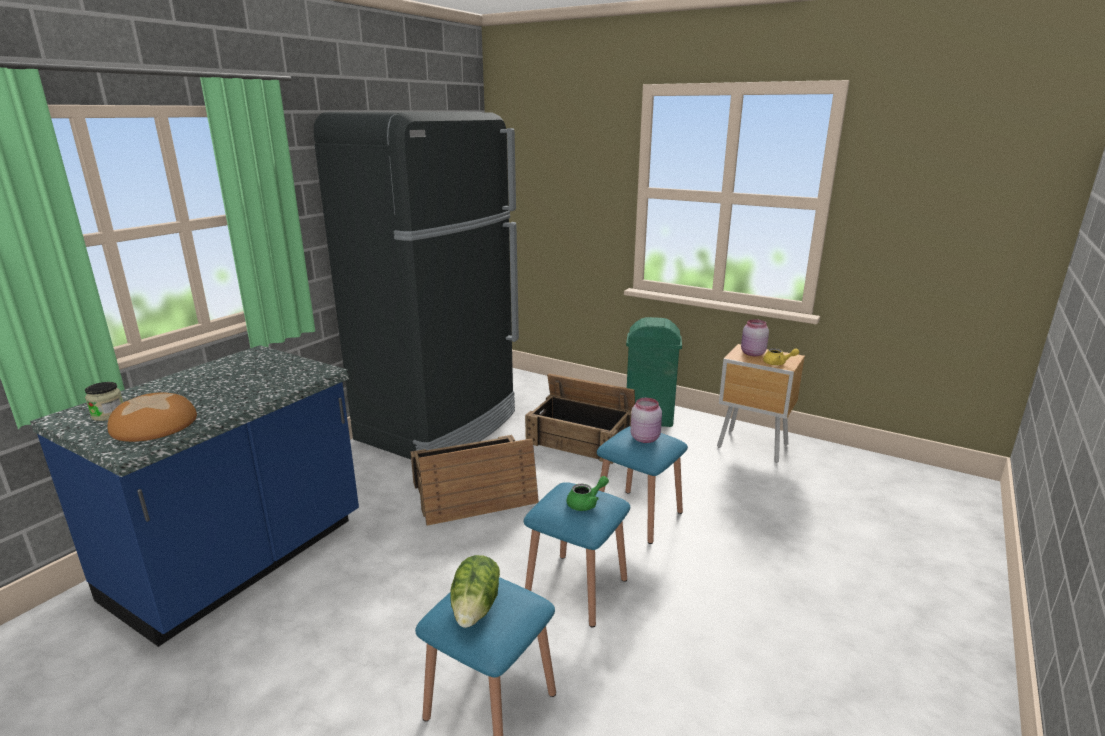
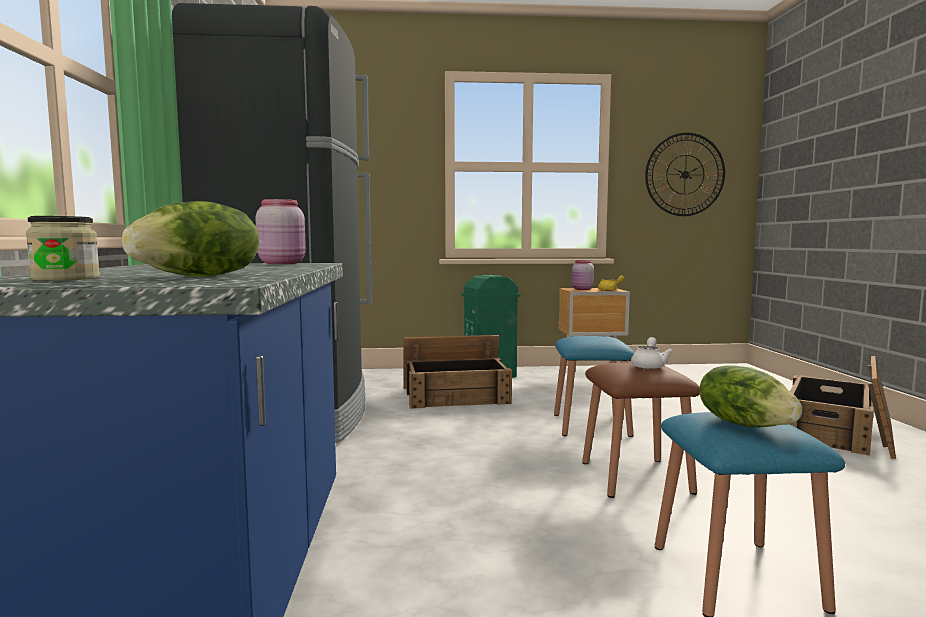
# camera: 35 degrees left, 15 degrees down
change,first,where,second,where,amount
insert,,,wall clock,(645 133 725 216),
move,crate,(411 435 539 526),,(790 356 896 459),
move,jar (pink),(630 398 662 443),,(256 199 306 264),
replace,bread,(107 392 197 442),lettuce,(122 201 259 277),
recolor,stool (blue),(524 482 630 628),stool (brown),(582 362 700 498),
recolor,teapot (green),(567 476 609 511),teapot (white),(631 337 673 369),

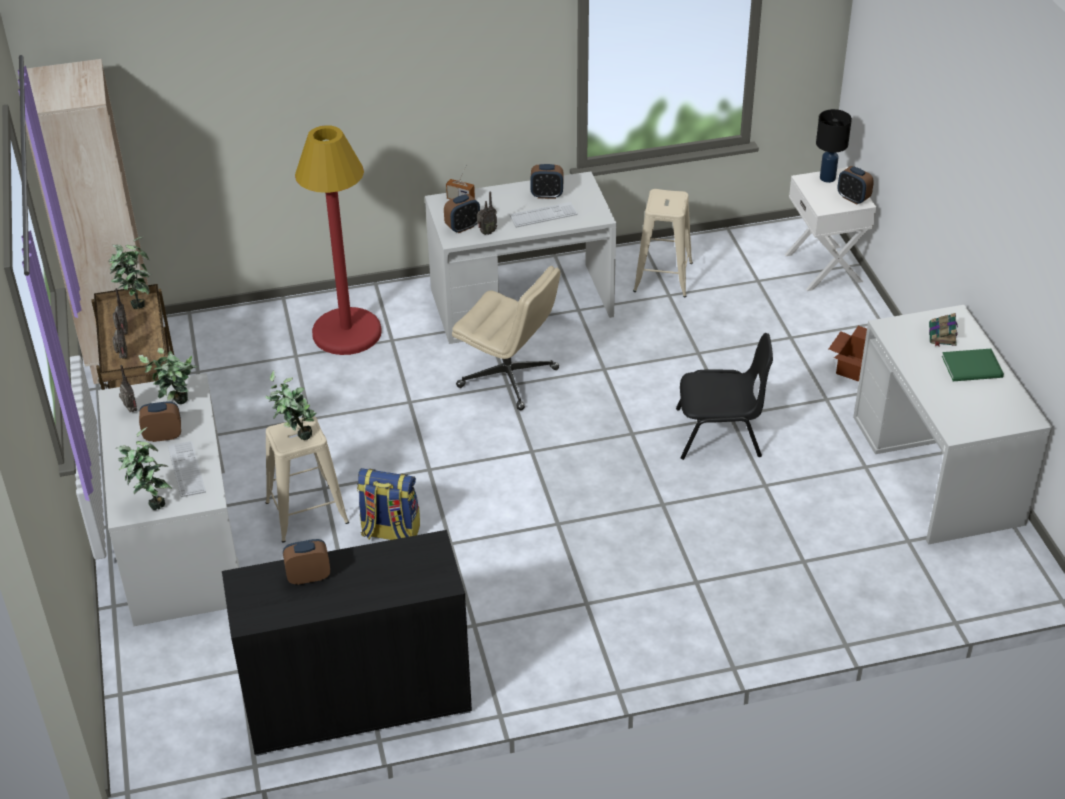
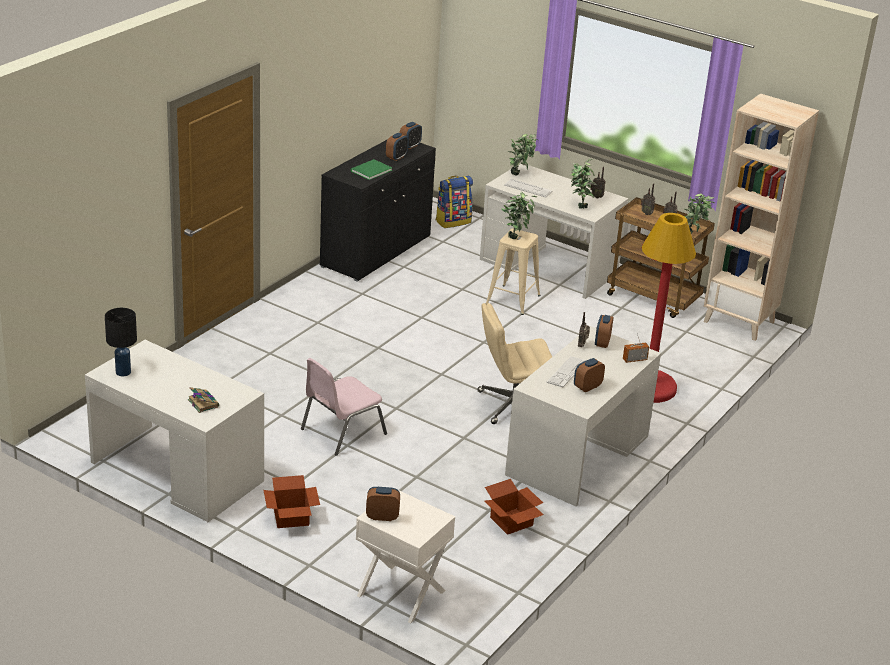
# camera: 135 degrees right, 10 degrees down
change,first,where,second,where,amount
move,alarm clock,(139 402 181 442),,(400 122 422 149),
move,backpack,(357 468 420 540),,(436 176 473 228),
move,table lamp (black),(816 109 852 183),,(105 308 137 376),
move,book (green),(942 349 1004 381),,(351 159 392 180),
replace,stool (beige),(633 189 693 297),cardboard box,(484 479 544 535),
recolor,chair (black),(676 333 773 460),chair (pink),(301 358 387 456),

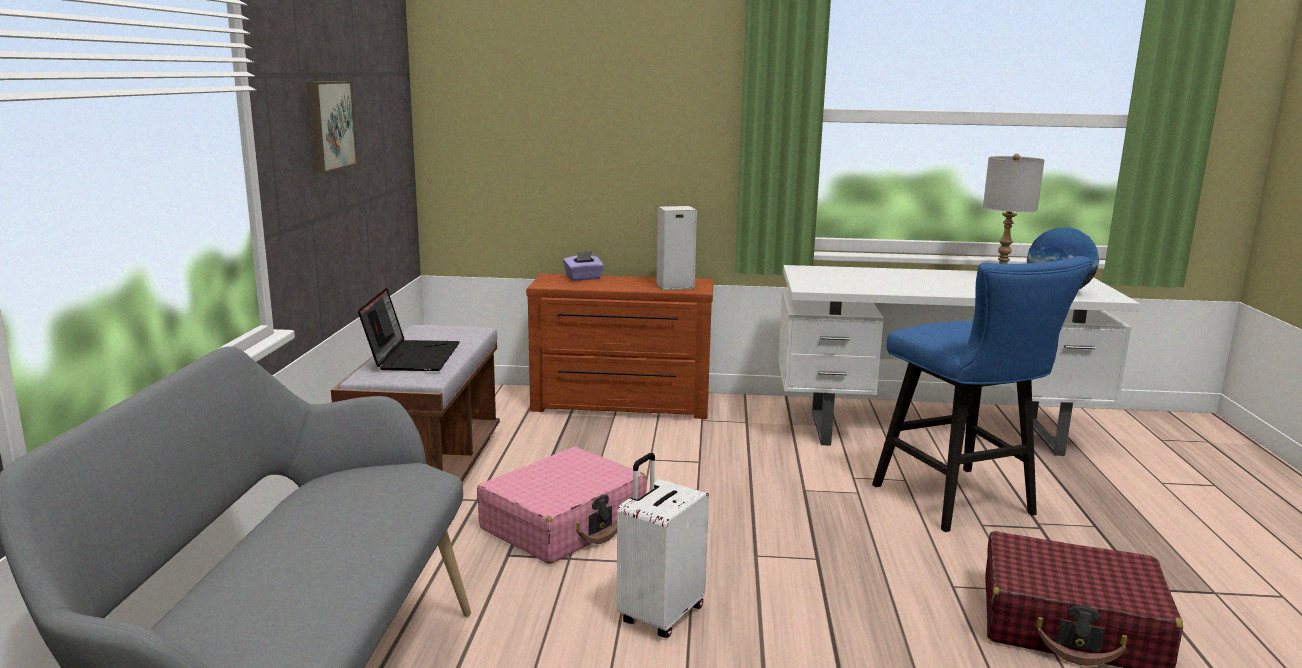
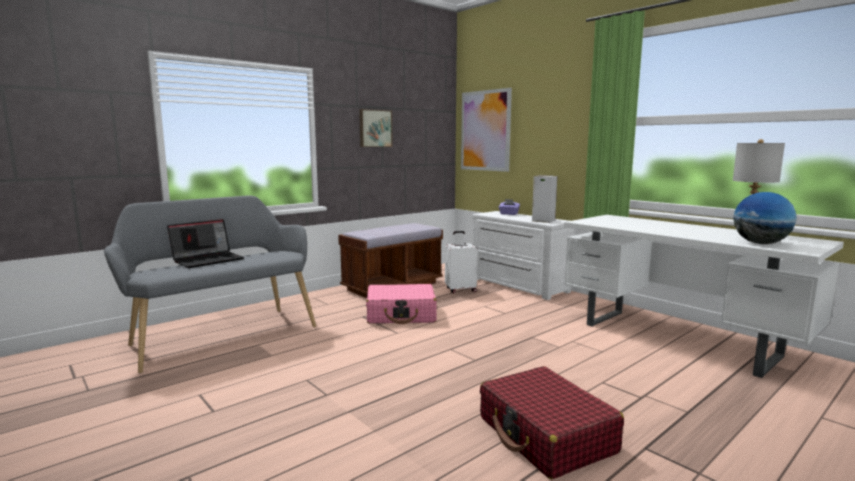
# camera: 45 degrees right, 5 degrees down
change,first,where,second,where,amount
delete,stool (blue),(872 256 1092 532),,,
insert,,,picture,(461 88 512 172),
move,laptop,(358 288 460 371),,(167 219 244 268),
move,suitcase (white),(617 453 709 638),,(445 231 478 293),
recolor,dresser (brown),(526 274 714 419),dresser (white),(472 211 574 300),

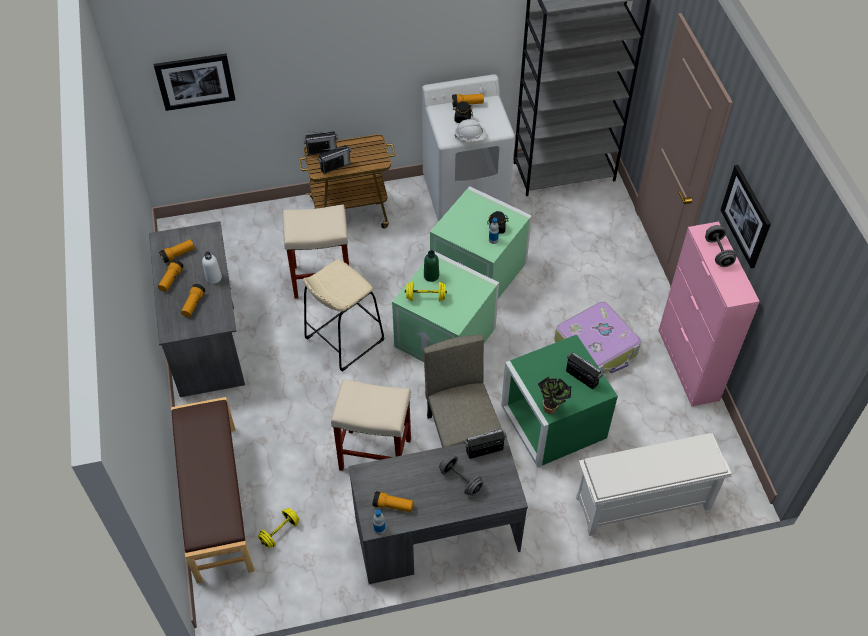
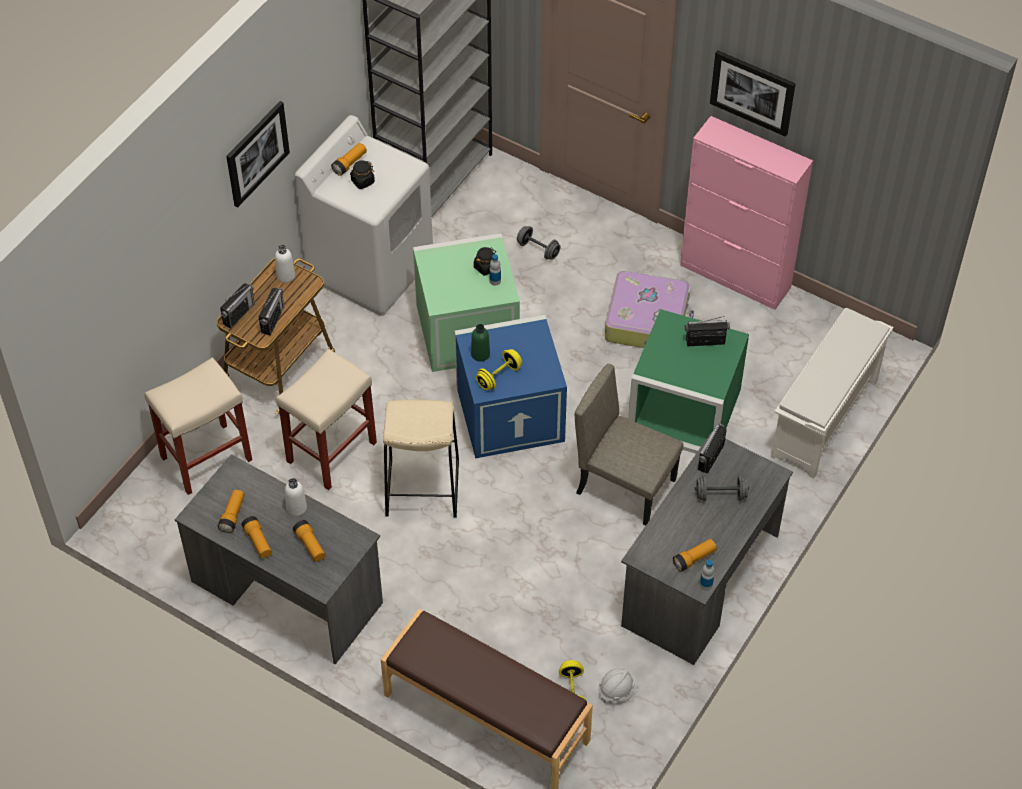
# camera: 45 degrees left, 0 degrees up
change,first,where,second,where,amount
delete,potted plant,(538 376 571 414),,,
insert,,,bottle (white),(275 245 295 283),
move,picture,(154 54 235 111),,(226 101 290 207),
move,stool (beige),(331 379 411 471),,(144 357 252 495),
move,hard hat (white),(454 119 486 141),,(598 668 639 703),
move,dumbbell (grey),(705 225 737 267),,(517 226 560 260),
recolor,storage box (green),(392 251 499 362),storage box (blue),(454 315 567 458),

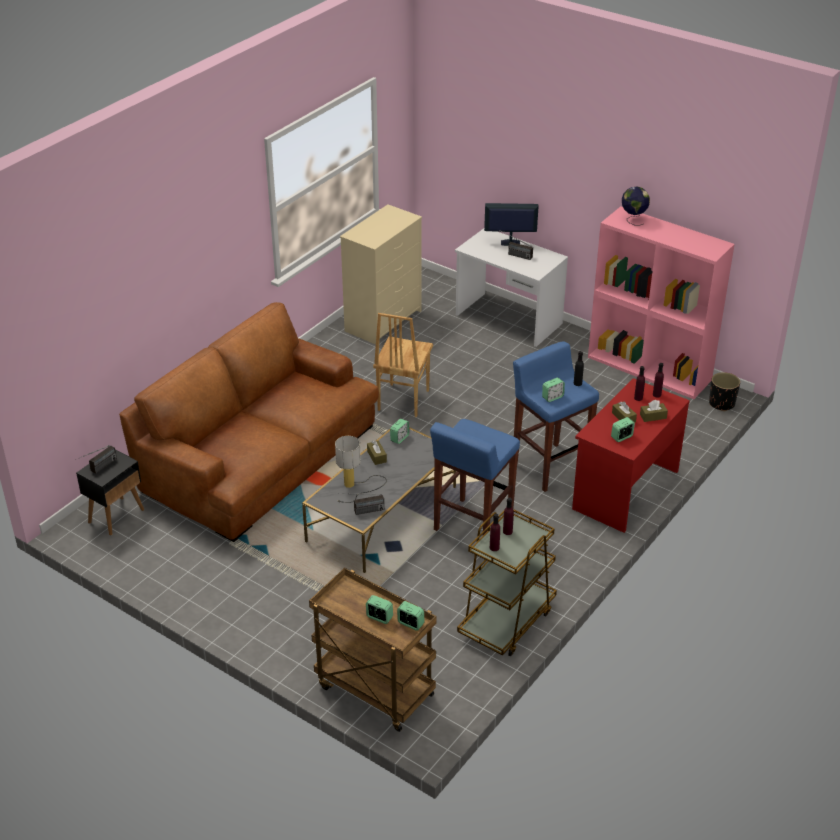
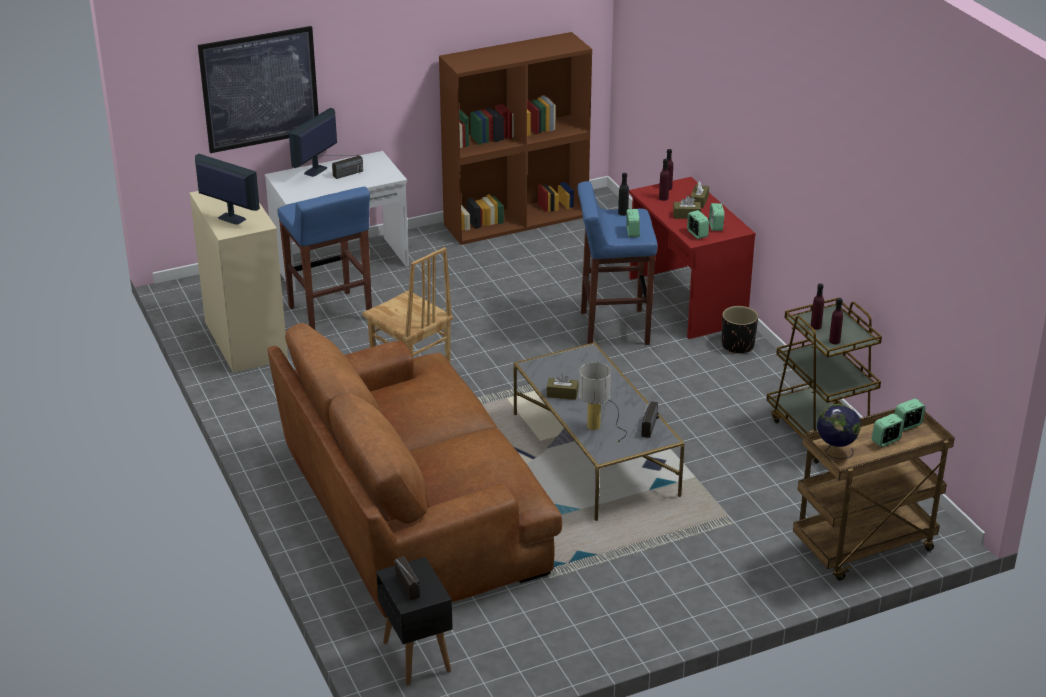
# camera: 60 degrees left, 5 degrees down
change,first,where,second,where,amount
insert,,,monitor,(195 153 260 225),
insert,,,picture,(198 26 319 153),
move,alarm clock,(390 419 409 444),,(687 210 709 239),
move,stool (blue),(430 419 520 535),,(278 187 372 330),
move,globe,(622 186 650 225),,(817 404 861 459),
move,planter (black),(709 372 740 411),,(722 306 758 354),
recolor,bookcase (pink),(588 206 735 399),bookcase (brown),(439 32 592 245),

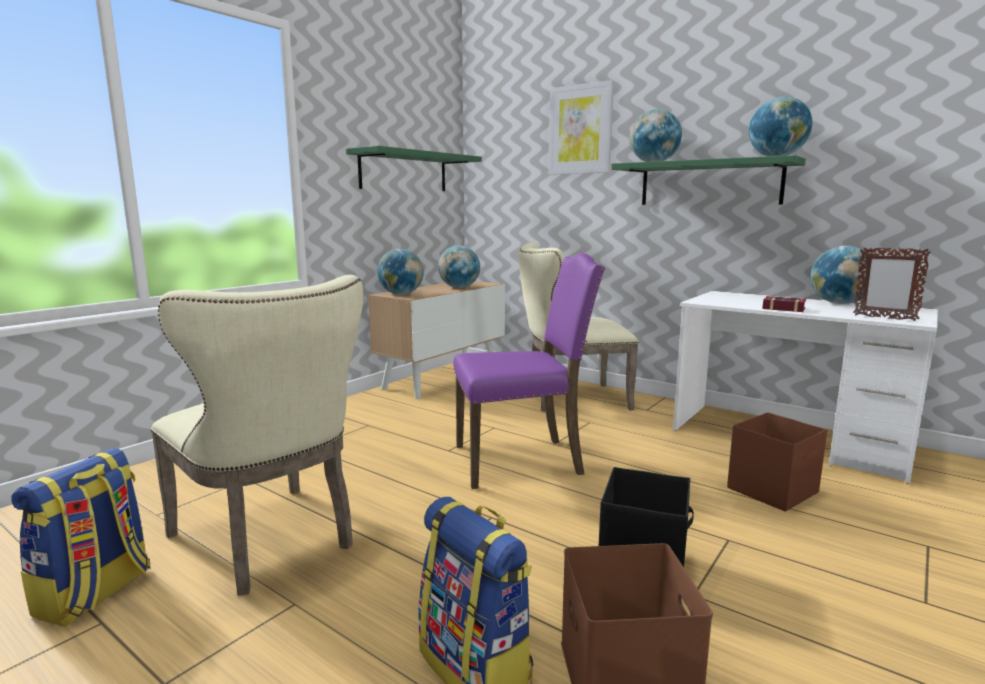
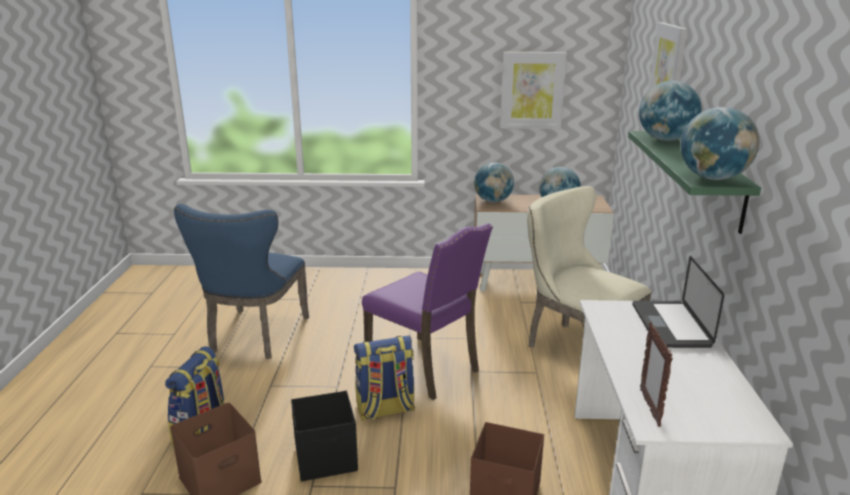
# camera: 55 degrees right, 10 degrees up
change,first,where,second,where,amount
delete,book,(762 296 806 312),,,
delete,globe,(810 246 867 304),,,
insert,,,laptop,(632 256 724 348),
move,backpack,(11 448 151 627),,(354 335 415 421),
replace,shelf (green),(346 146 482 191),picture,(500 52 567 129),
recolor,chair (beige),(151 275 363 596),chair (blue),(174 204 309 359),

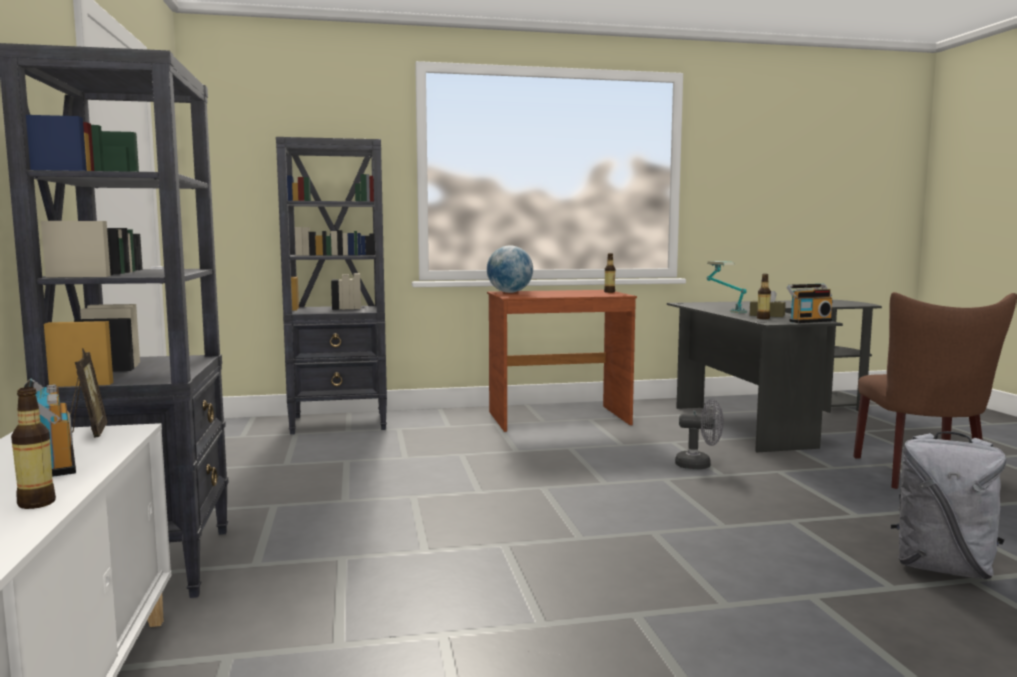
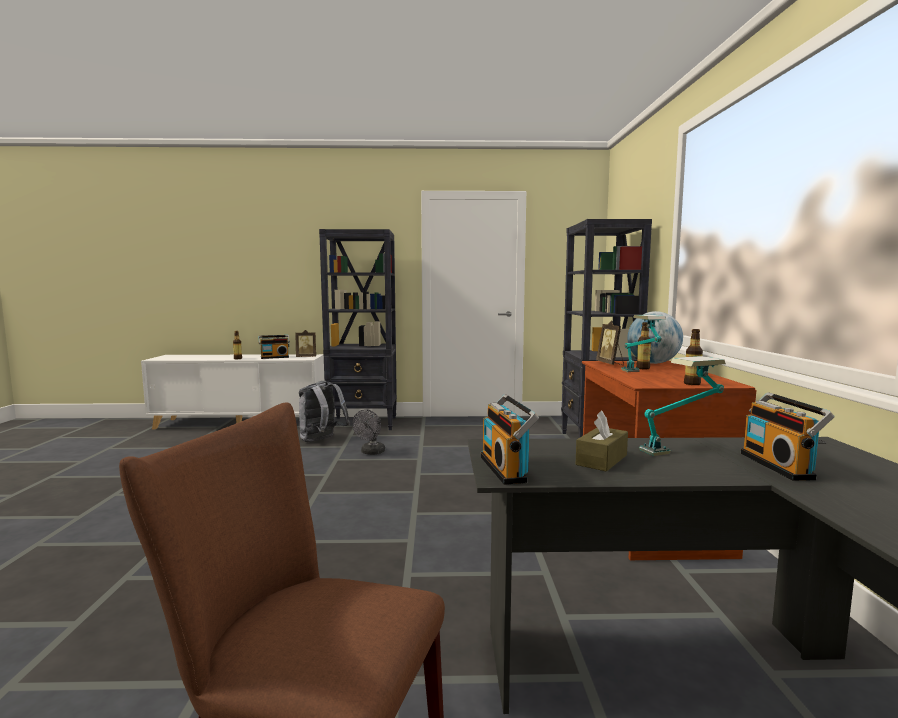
# camera: 100 degrees right, 0 degrees up
change,first,where,second,where,amount
insert,,,picture frame,(596 320 624 365),
insert,,,table lamp,(621 315 666 372),
insert,,,radio,(741 393 835 481),
move,fan (grey),(675 399 724 469),,(352 410 385 455),
move,bottle,(757 274 771 319),,(636 322 651 370),
move,backpack (grey),(891 431 1006 579),,(299 381 350 442),

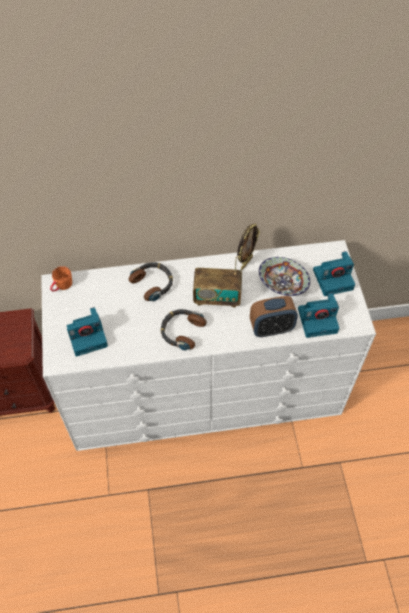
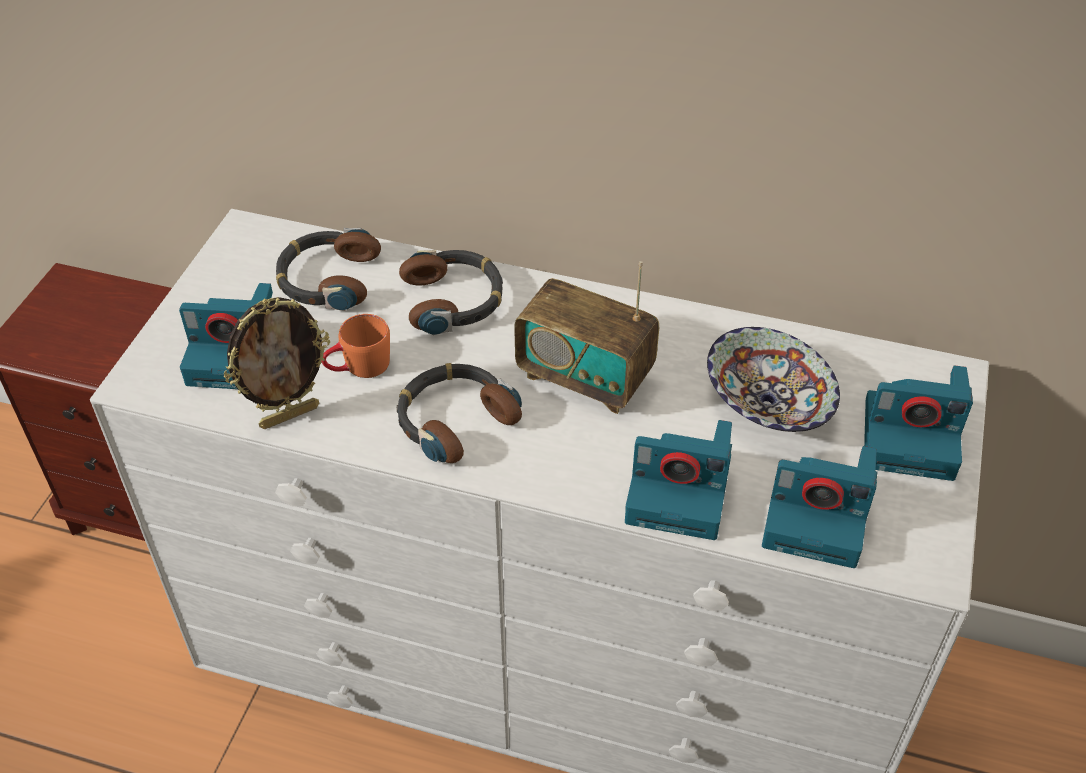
# camera: 25 degrees right, 10 degrees down
change,first,where,second,where,amount
insert,,,headphones,(276 228 381 311),
move,mug (orange),(50 266 72 291),,(322 314 390 378),
move,picture frame,(237 223 260 270),,(224 297 330 429),
replace,alarm clock,(250 296 298 337),photo camera,(625 420 732 540),

